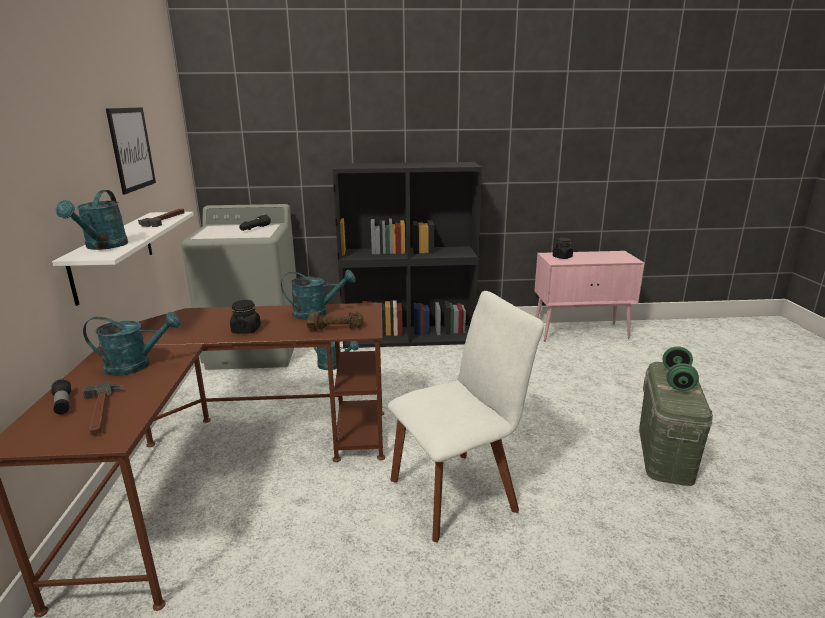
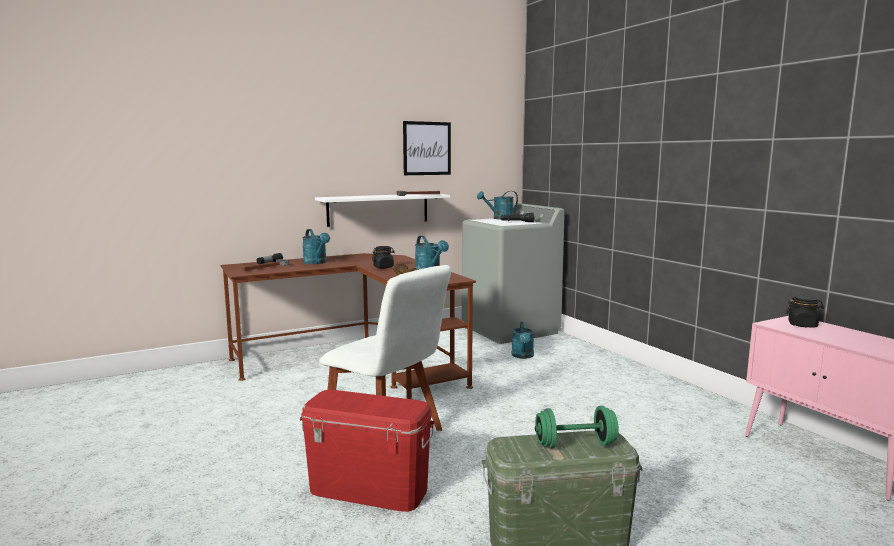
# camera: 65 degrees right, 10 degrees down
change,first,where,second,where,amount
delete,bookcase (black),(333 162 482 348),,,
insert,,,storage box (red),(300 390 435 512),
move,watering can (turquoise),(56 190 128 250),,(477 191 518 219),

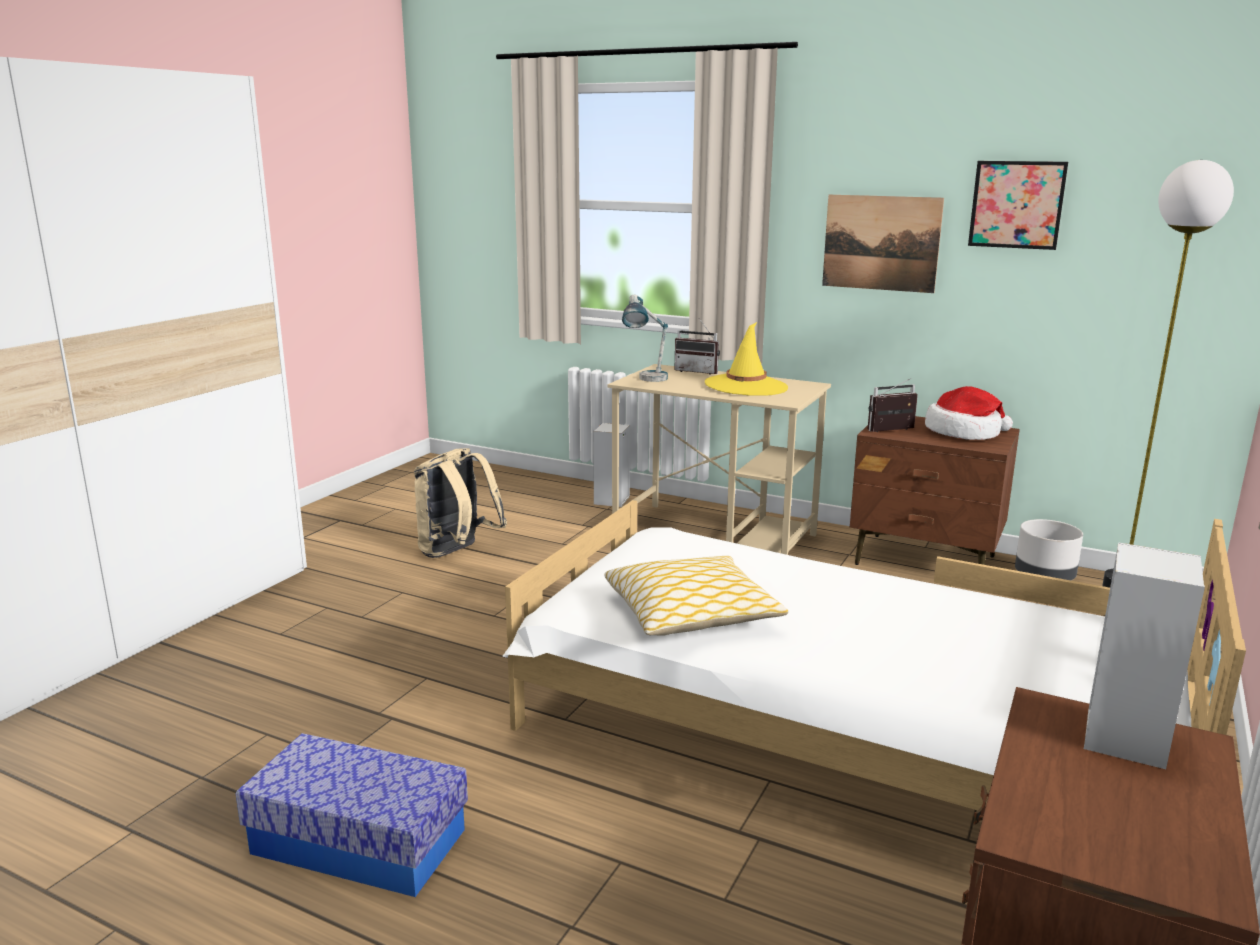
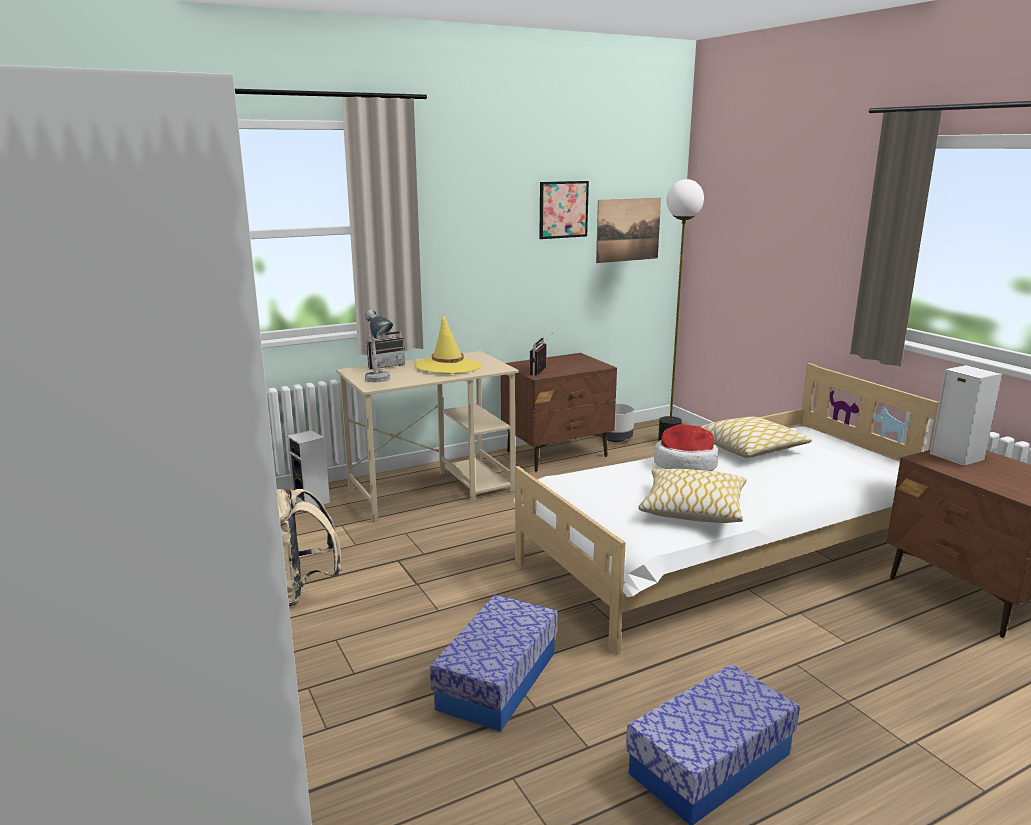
# camera: 55 degrees left, 0 degrees up
change,first,where,second,where,amount
insert,,,storage box,(430 595 558 732),
insert,,,pillow,(700 417 812 458),
move,picture,(822 195 944 293),,(596 198 661 263),
move,hat,(925 386 1013 440),,(653 424 718 471),

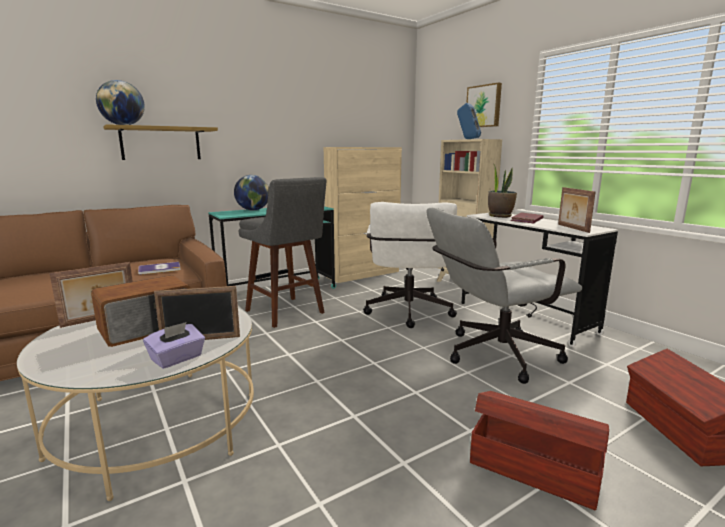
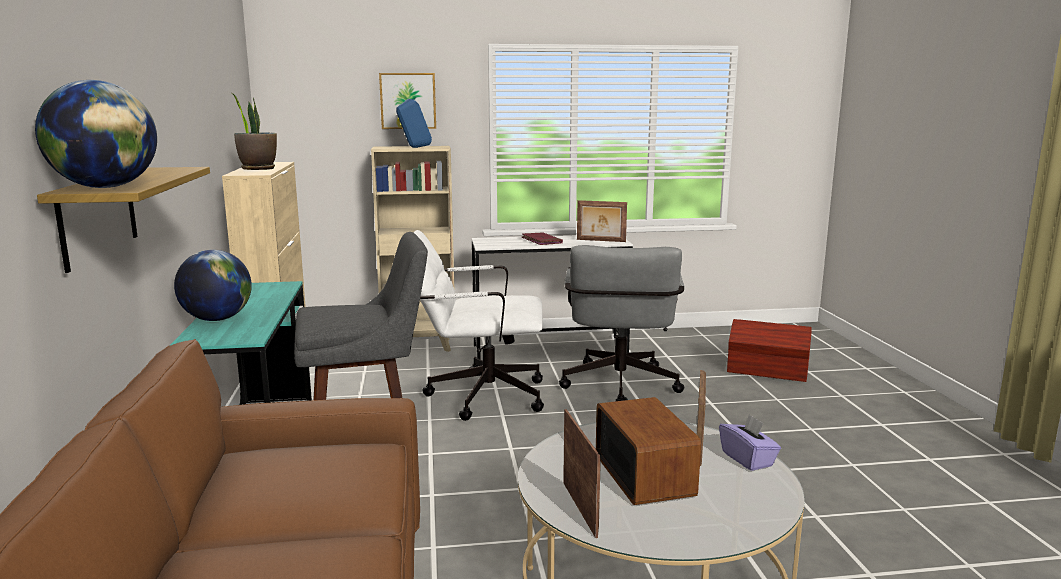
# camera: 65 degrees left, 0 degrees up
change,first,where,second,where,amount
delete,book,(138 262 181 274),,,
delete,storage box (brown),(470 391 609 511),,,
move,potted plant,(488 165 517 218),,(232 93 277 170),
rotate,office chair (white),(363 202 457 328),,(414 230 544 421),150 degrees clockwise

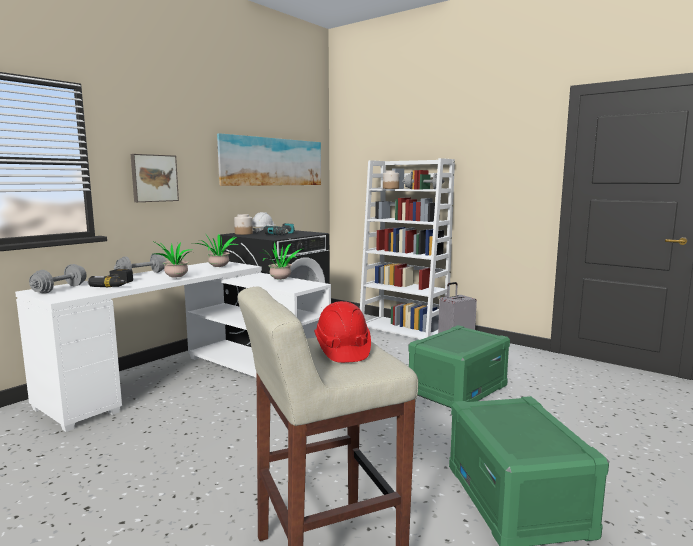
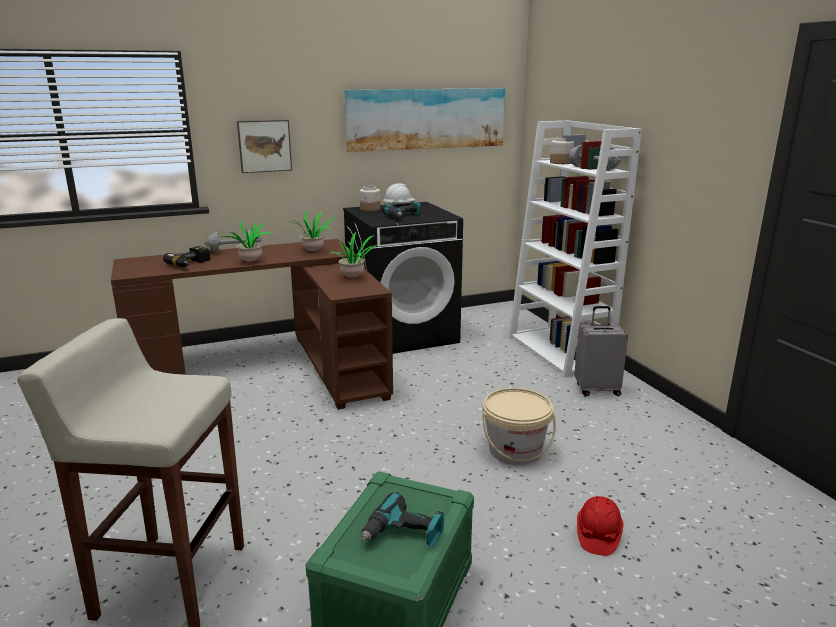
# camera: 30 degrees right, 10 degrees up
change,first,where,second,where,amount
delete,dumbbell (grey),(29 264 87 294),,,
insert,,,power drill,(362 492 444 547),
move,hard hat (red),(314 301 371 363),,(577 496 623 556),
replace,storage box (green),(408 325 510 408),bucket (beige),(482 388 556 465),
recolor,desk (white),(15 262 331 432),desk (brown),(111 239 393 410),

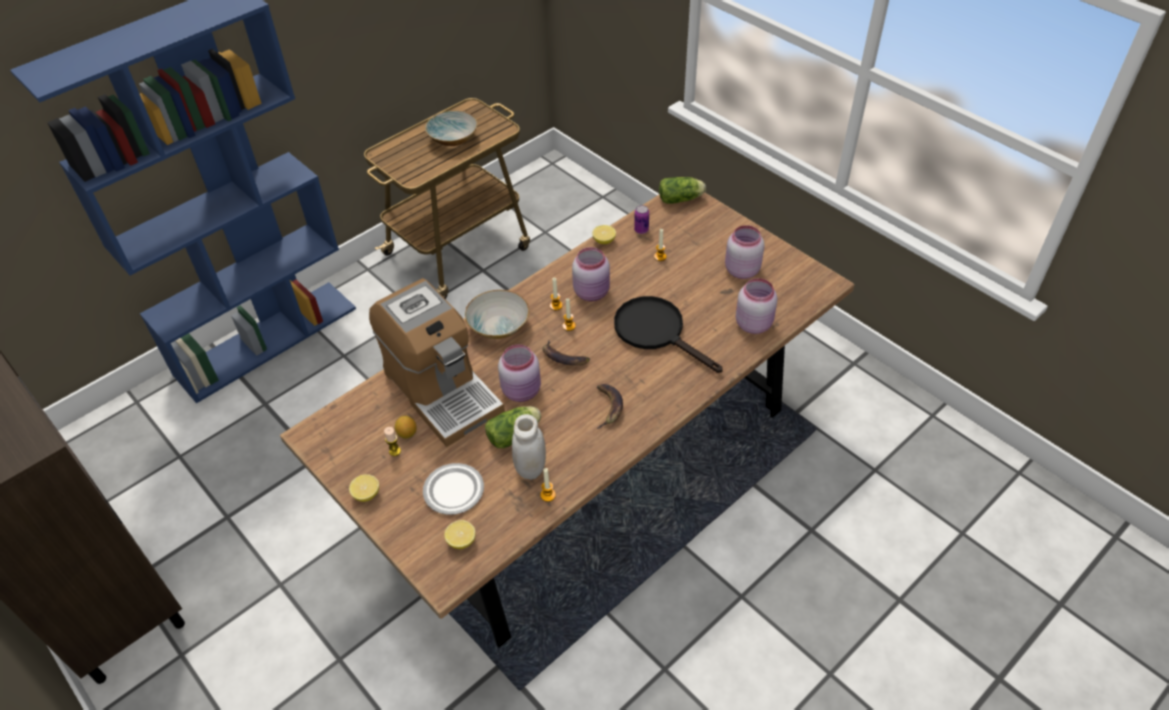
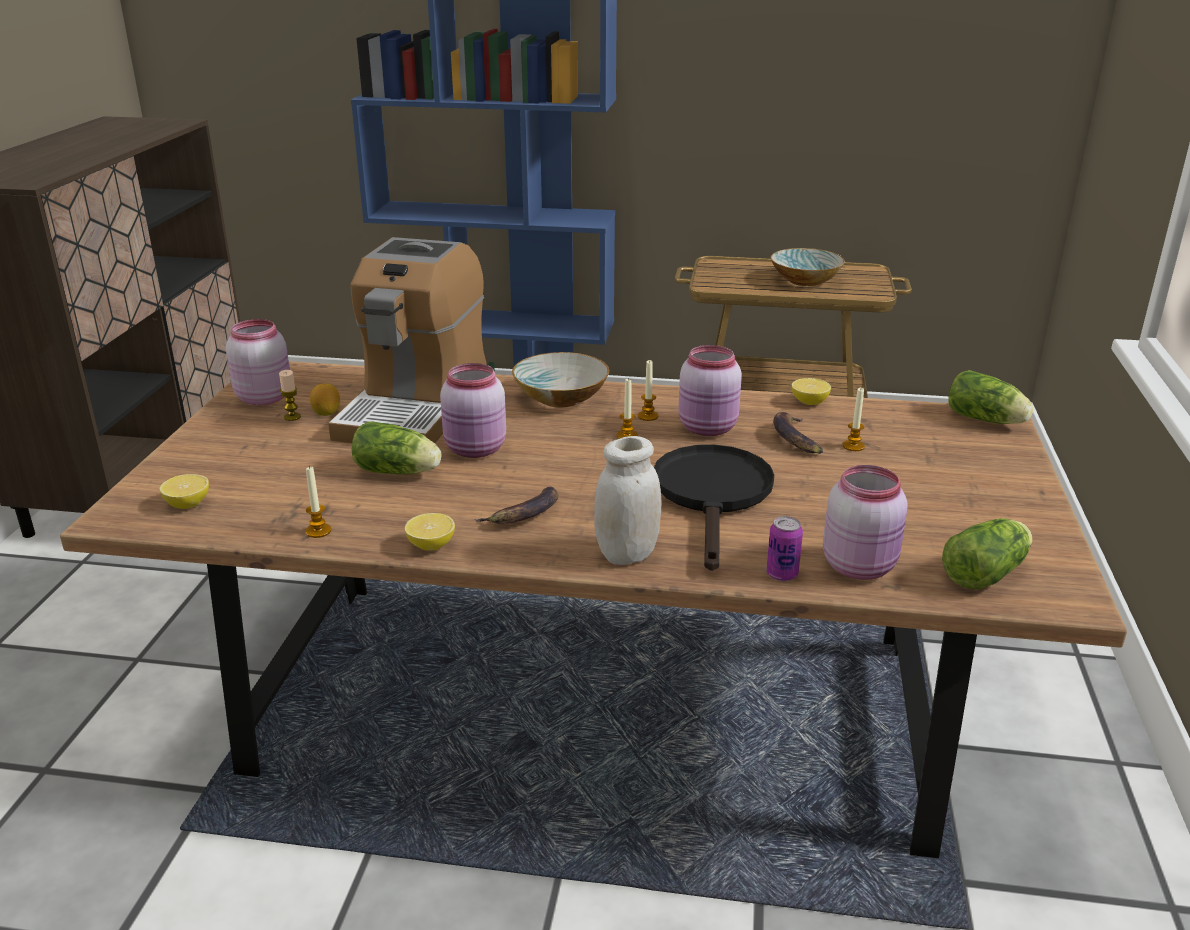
# camera: 50 degrees right, 20 degrees down
change,first,where,second,where,amount
delete,plate,(423 463 484 515),,,
insert,,,lettuce,(942 518 1032 589),
move,lemon,(349 474 379 502),,(405 513 455 551),
move,jar (white),(512 414 546 480),,(594 436 661 565),
move,banana,(543 340 590 366),,(773 412 823 454),
move,can,(634 205 649 234),,(766 516 803 581),
move,jar (pink),(725 225 765 279),,(226 319 290 406),

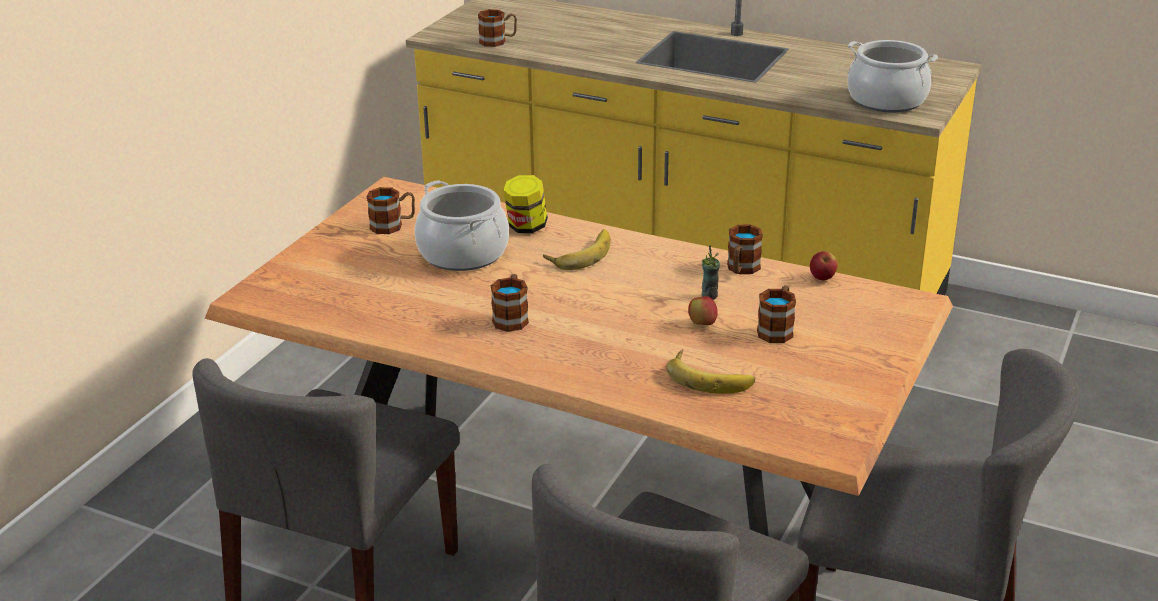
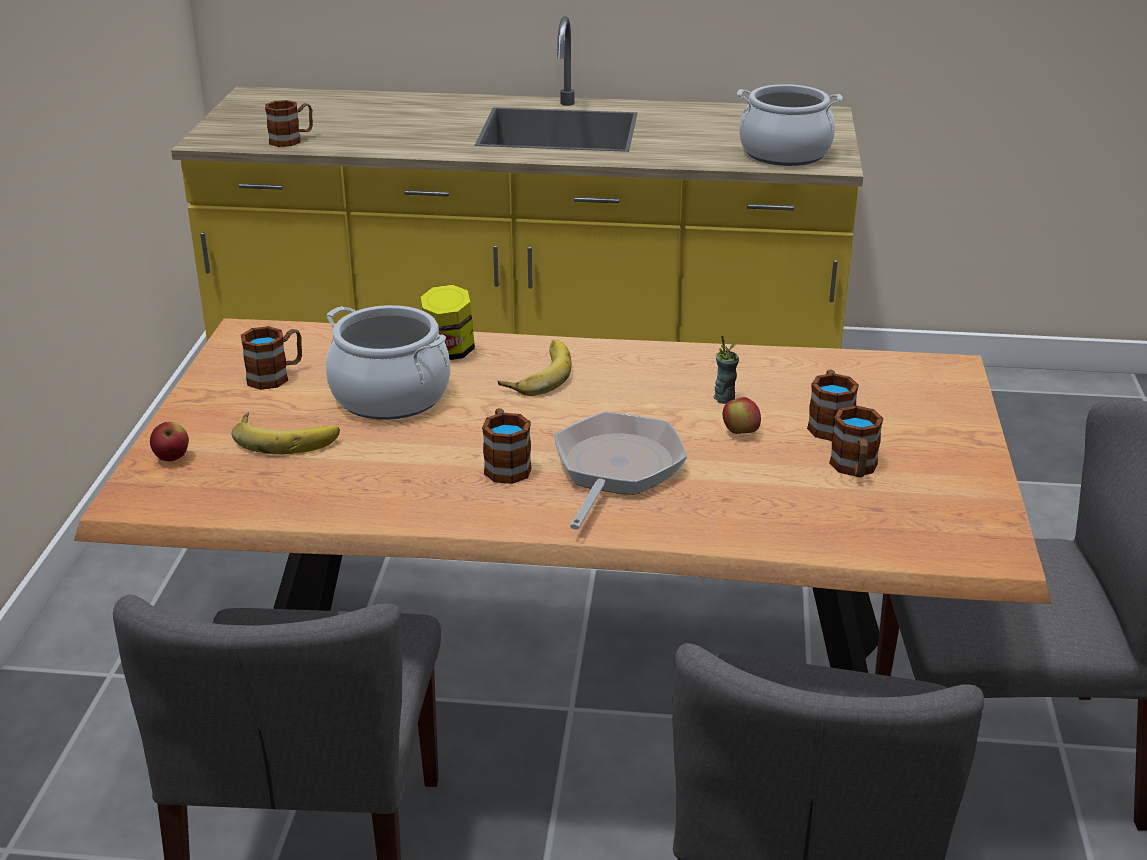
# camera: 20 degrees left, 0 degrees up
change,first,where,second,where,amount
insert,,,frying pan,(554 412 687 530),
move,banana,(666 349 755 394),,(231 412 340 454),
move,mug,(727 224 763 274),,(829 405 883 477),
move,apple,(810 251 838 280),,(150 422 189 461),

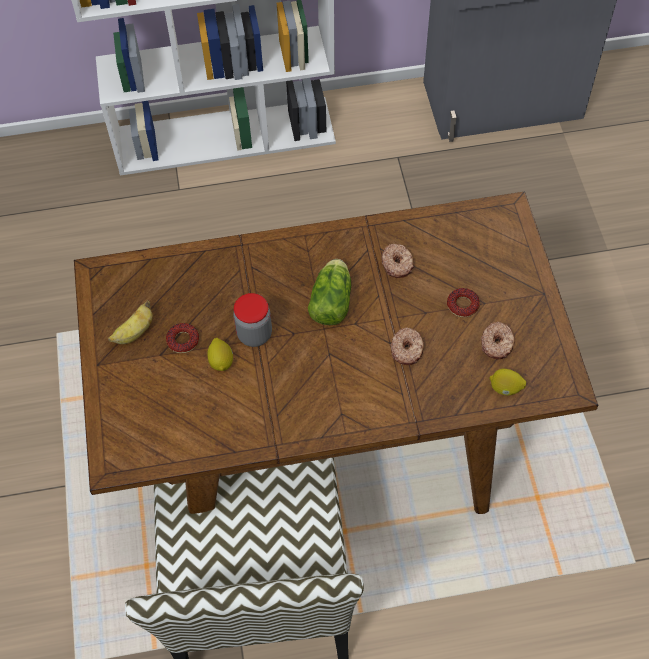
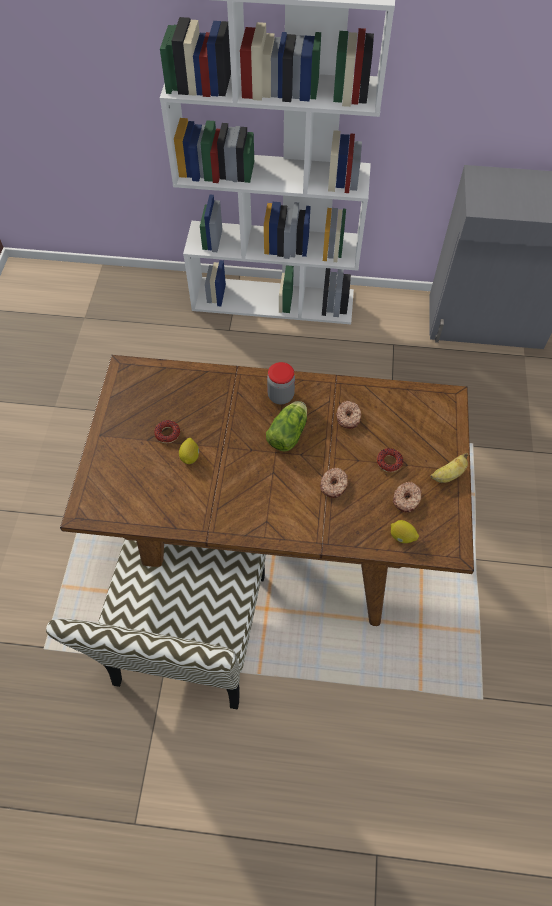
# camera: 15 degrees right, 0 degrees up
change,first,where,second,where,amount
move,banana,(108 300 153 344),,(430 453 468 483),
move,jar,(233 293 272 347),,(267 362 295 404),

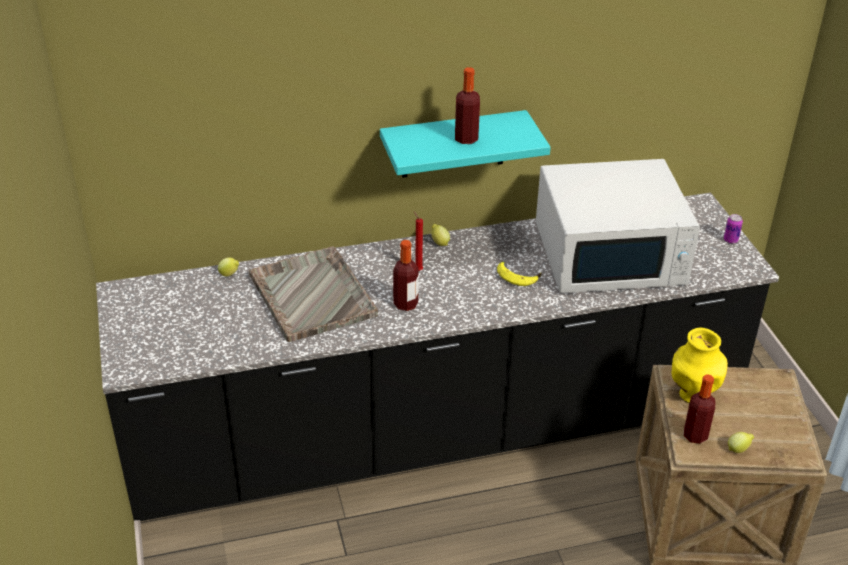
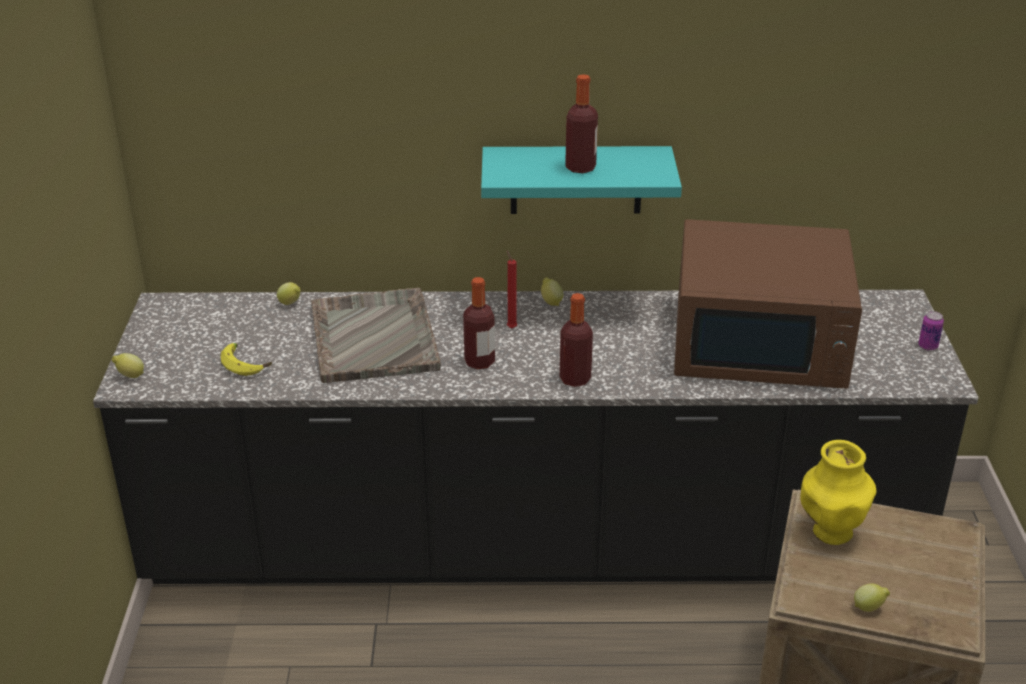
# camera: 15 degrees right, 5 degrees down
change,first,where,second,where,amount
insert,,,lemon,(112 353 144 378),
move,banana,(497 262 542 286),,(221 343 272 376),
move,bottle,(684 374 716 444),,(560 293 593 387),
recolor,microwave (white),(536 159 700 293),microwave (brown),(674 219 862 389),

